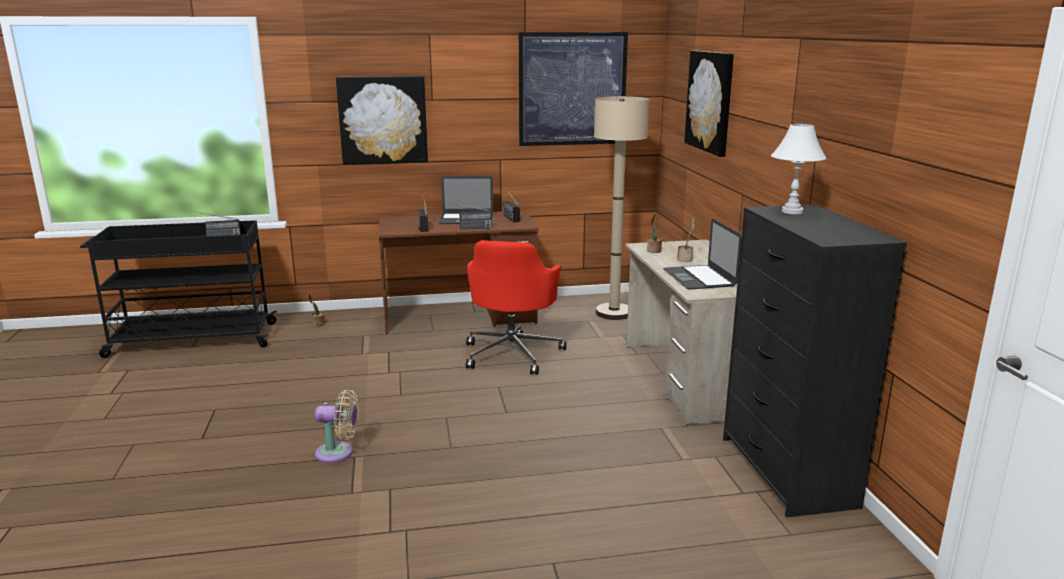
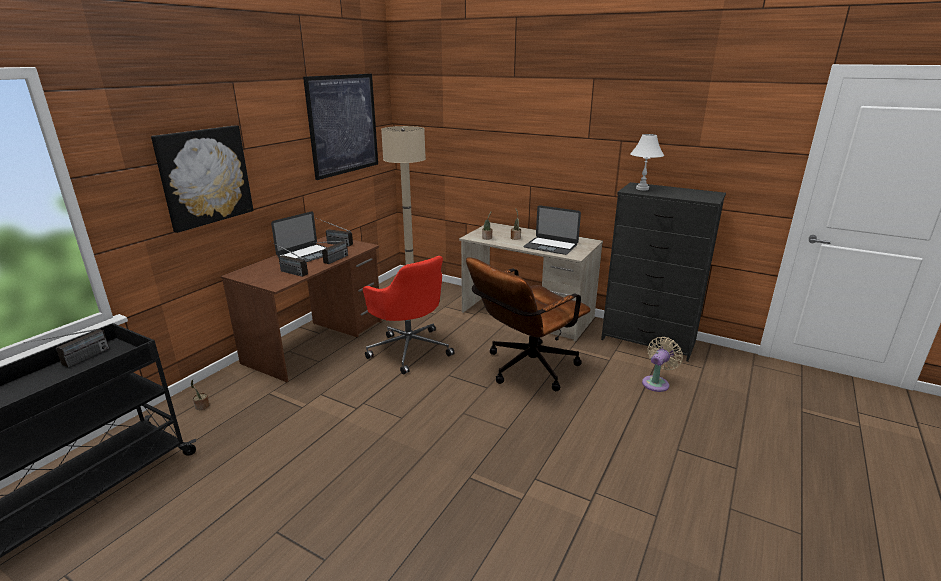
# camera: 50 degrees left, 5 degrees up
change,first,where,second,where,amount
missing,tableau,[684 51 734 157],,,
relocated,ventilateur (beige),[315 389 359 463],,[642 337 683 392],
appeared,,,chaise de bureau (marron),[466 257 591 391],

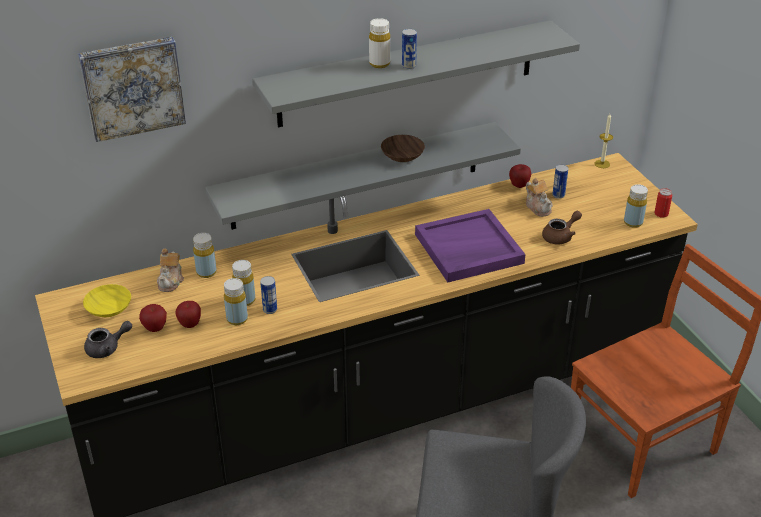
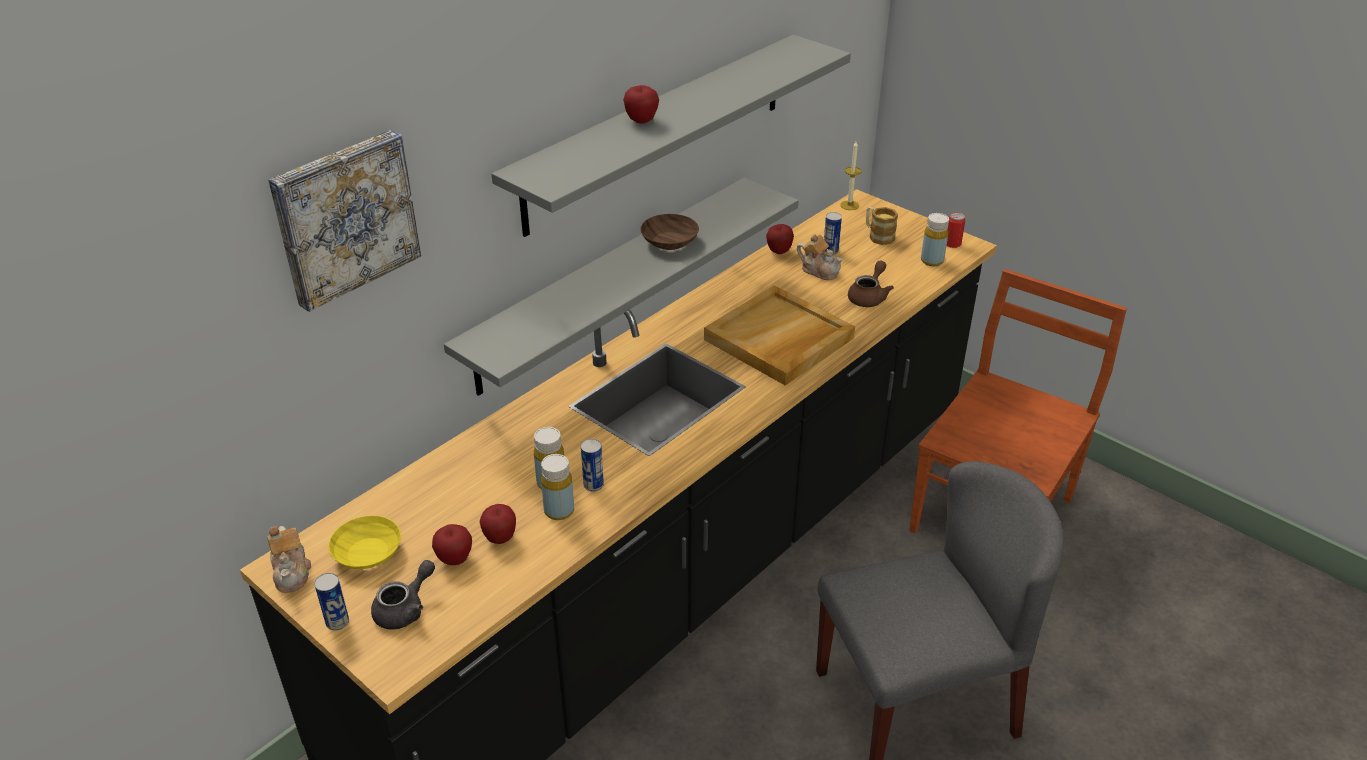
# camera: 25 degrees left, 0 degrees up
change,first,where,second,where,amount
exchanged,bouteille (blanc),[369 18 390 68],pomme,[623 85 659 124],
relocated,boîte métallique,[402 29 417 69],,[314 573 349 631],
colour,plateau (violet),[415 209 526 282],plateau (beige),[704 285 855 385],
missing,bouteille (jaune),[193 233 216 278],,,
relocated,théière,[157 248 184 292],,[267 526 311 593],
appeared,,,mug,[866 207 898 245],

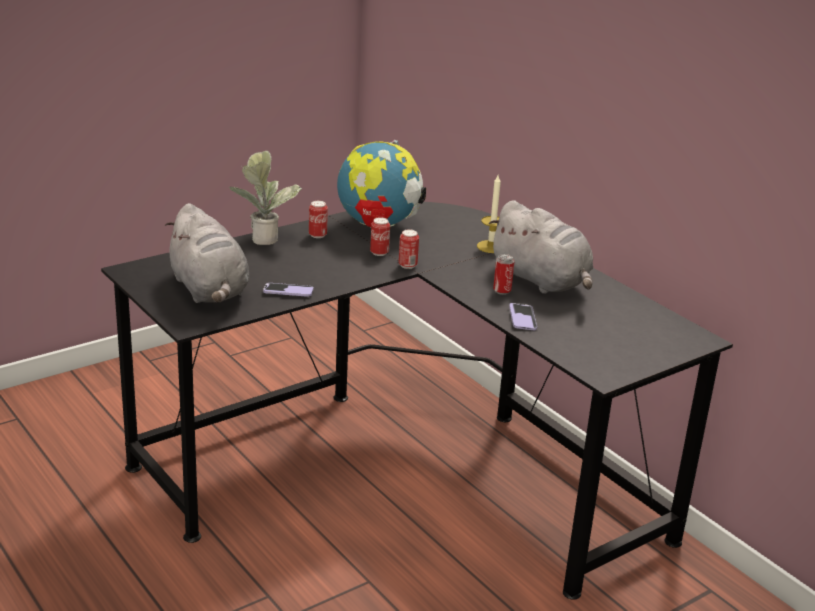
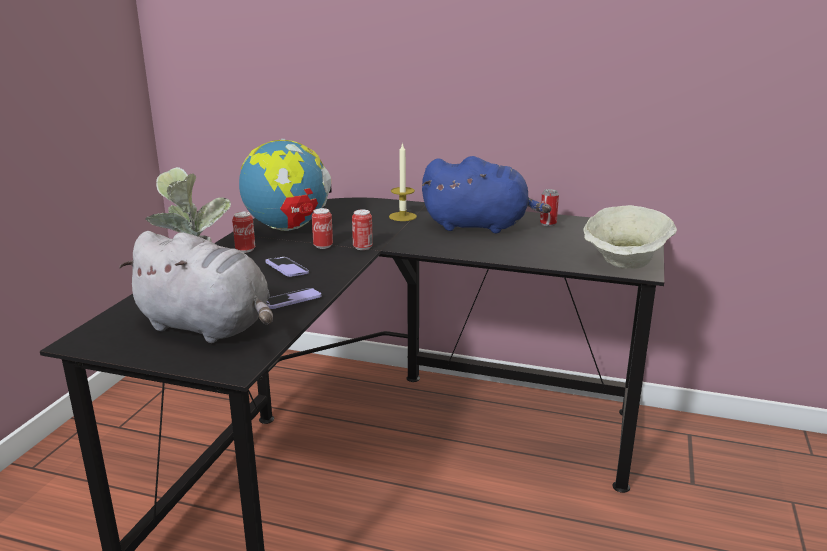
# camera: 35 degrees left, 5 degrees down
change,first,where,second,where,amount
colour,peluche (gris),[489 200 593 294],peluche (bleu),[422 156 551 233],
relocated,boîte métallique,[493 254 514 295],,[540 189 559 226],
relocated,téléphone,[509 303 537 330],,[265 257 309 277],
appeared,,,bol (beige),[583 205 677 269],

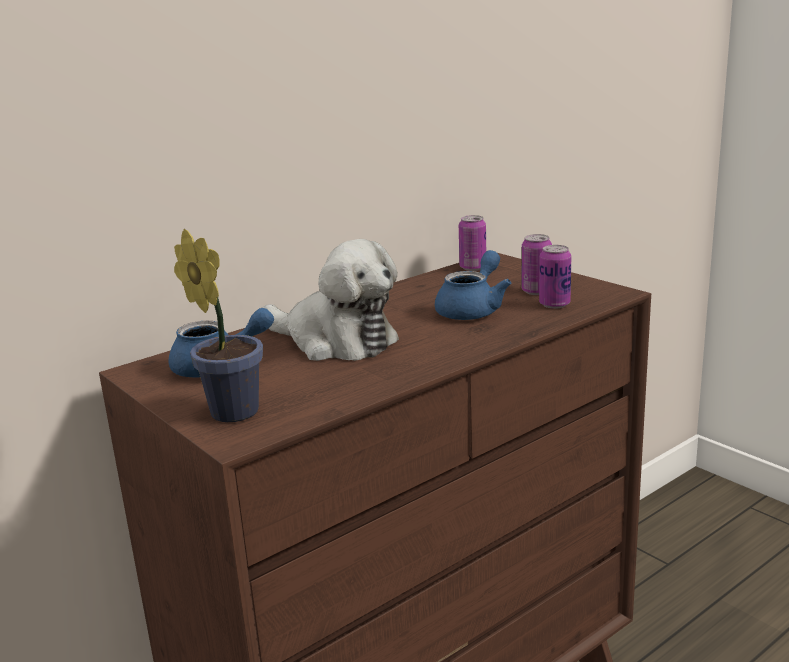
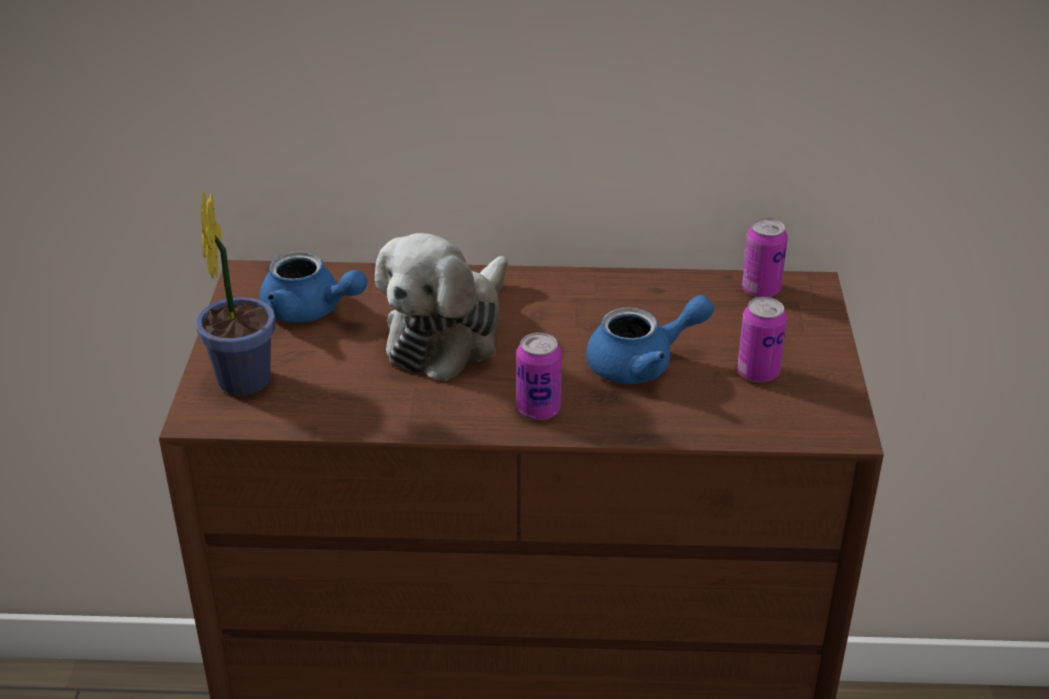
# camera: 40 degrees right, 15 degrees up
change,first,where,second,where,amount
spun,peluche,[263 239 399 361],,[375 233 508 381],45 degrees clockwise
relocated,boîte métallique,[539 245 571 309],,[516 332 562 420],

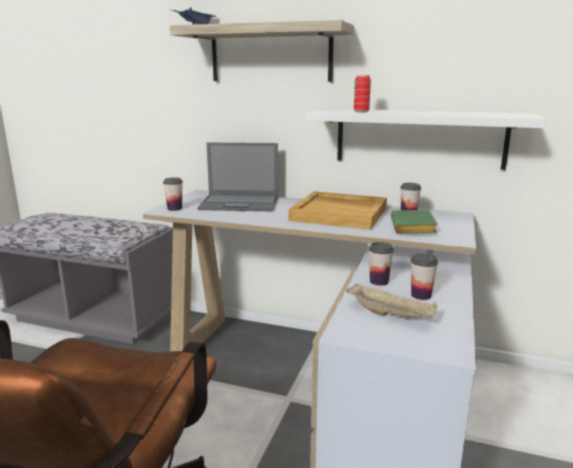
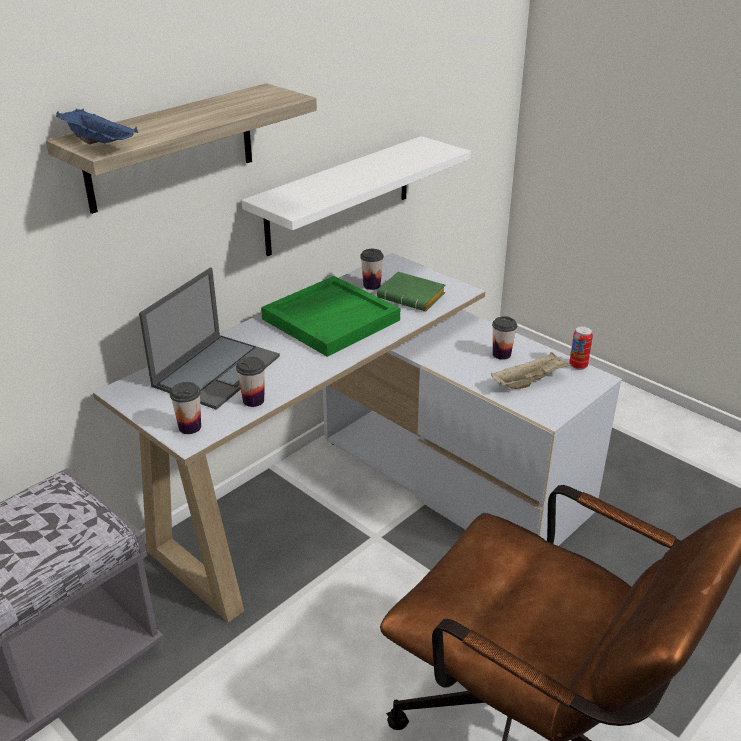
# camera: 65 degrees left, 15 degrees up
change,first,where,second,where,amount
relocated,boîte métallique,[354 75 371 113],,[569 326 593 370],
colour,plateau (beige),[289 191 387 230],plateau (vert),[261 276 400 357],
relocated,tasse,[369 242 394 286],,[236 357 265 407],

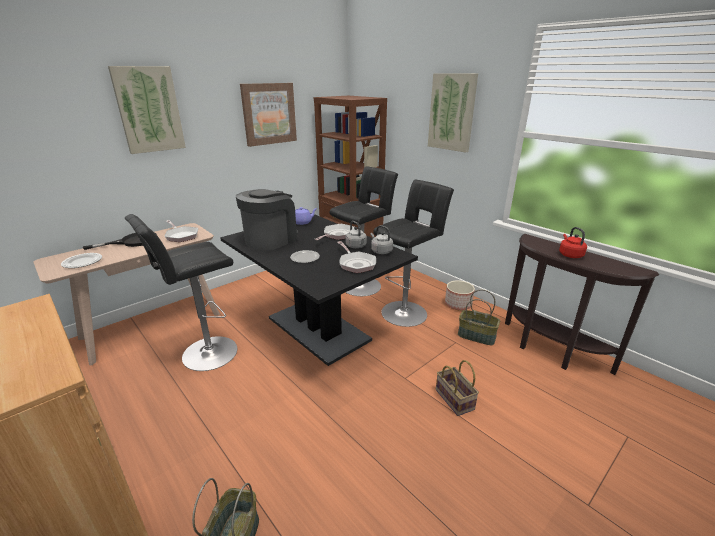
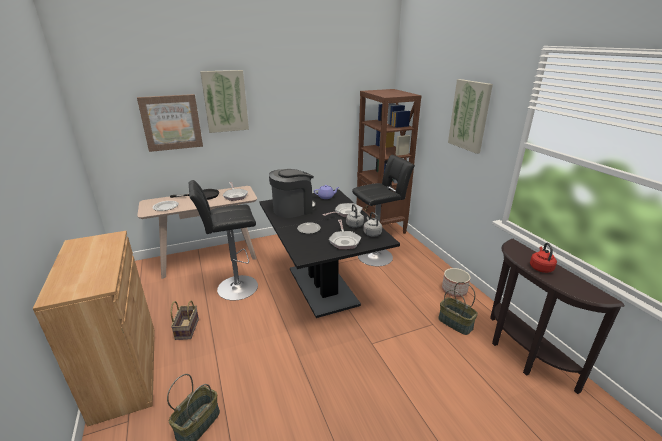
# camera: 20 degrees right, 0 degrees up
change,first,where,second,where,amount
relocated,tableau,[240 83 297 147],,[137 94 203 152],
missing,tabouret (noir),[373 180 454 327],,,
relocated,panier,[436 360 479 416],,[171 301 199 340],

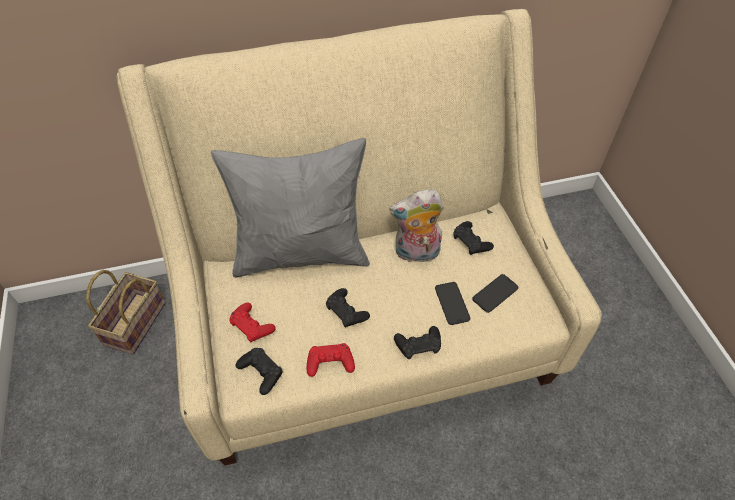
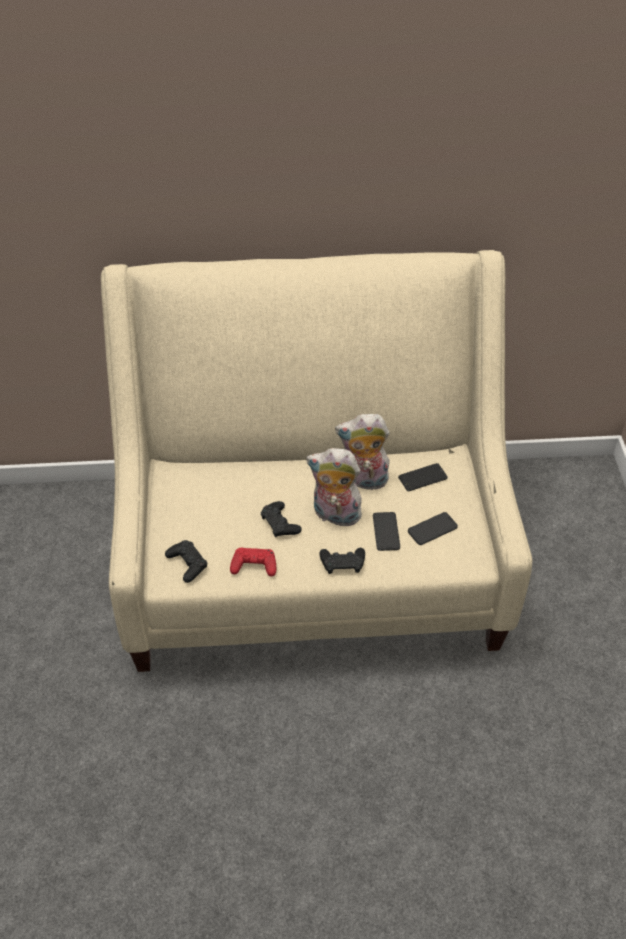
# camera: 10 degrees right, 5 degrees down
change,first,where,second,where,amount
missing,coussin (gris),[211 138 370 278],,,
exchanged,manette (noir),[453 221 494 255],téléphone,[398 463 448 491],
missing,panier,[86 270 166 355],,,
missing,manette (rouge),[229 303 275 342],,,
appeared,,,peluche,[306 448 364 526],

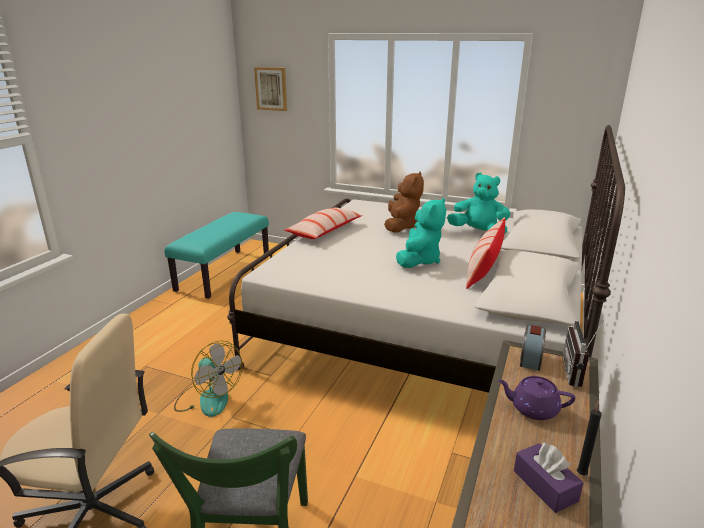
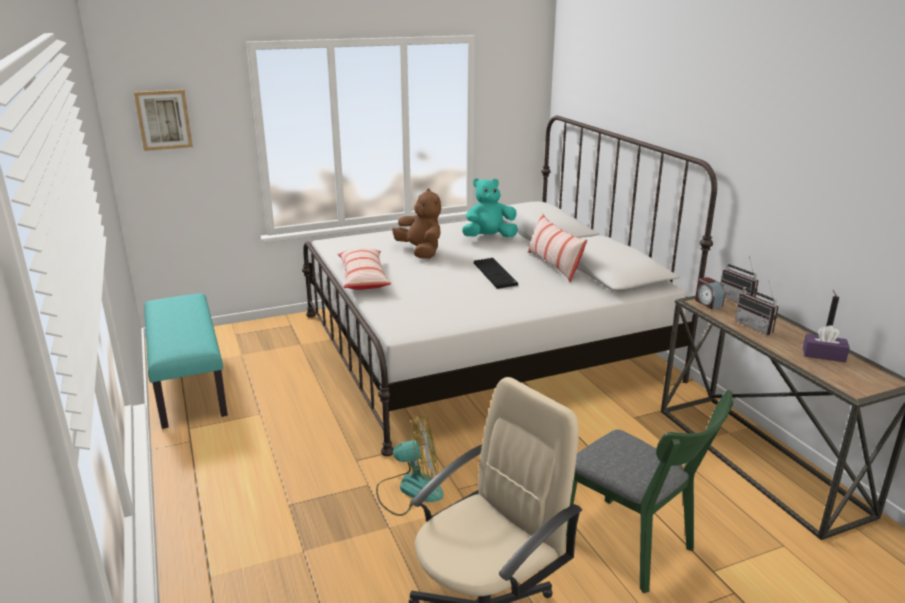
# camera: 45 degrees left, 0 degrees up
change,first,where,second,where,amount
exchanged,peluche (turquoise),[396 198 446 268],clavier,[474 258 518 289],
exchanged,théière (violet),[497 376 575 420],radio,[735 279 779 335],

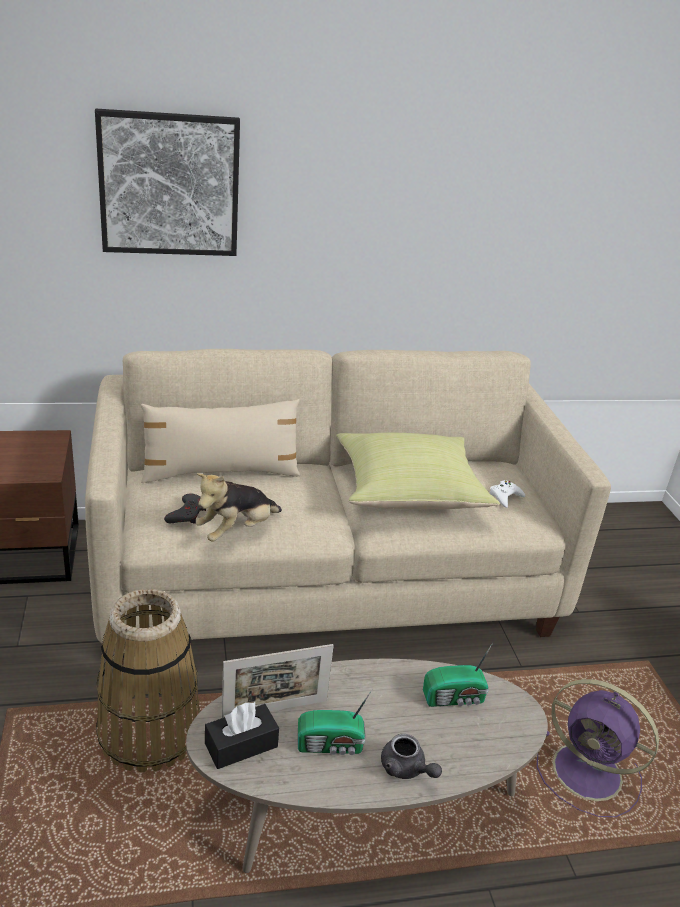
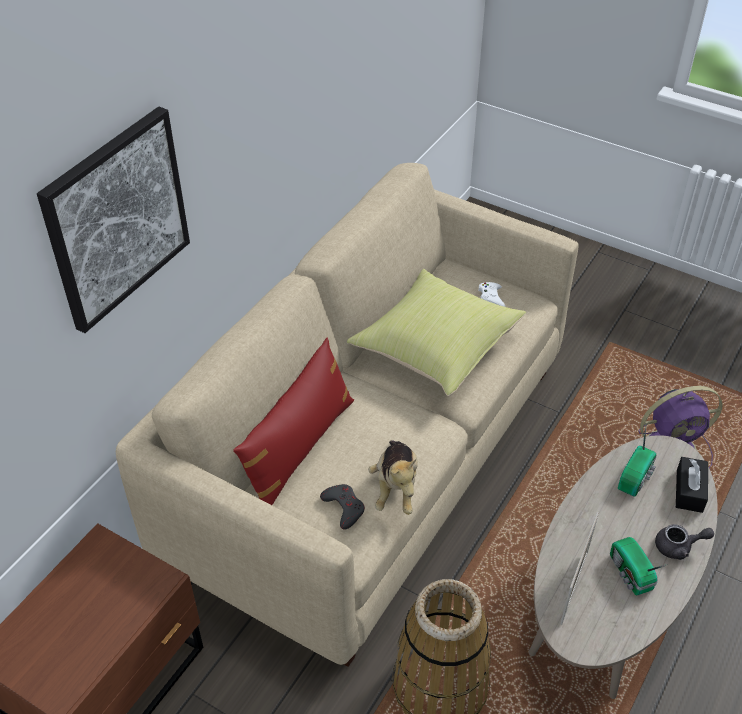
# camera: 45 degrees left, 15 degrees up
change,first,where,second,where,amount
colour,coussin (beige),[141 399 301 483],coussin (rouge),[233 338 354 505],
spun,radio,[298 689 373 755],,[610 537 668 595],120 degrees clockwise
relocated,boîte à mouchoirs (noir),[205 702 279 769],,[676 457 708 513],

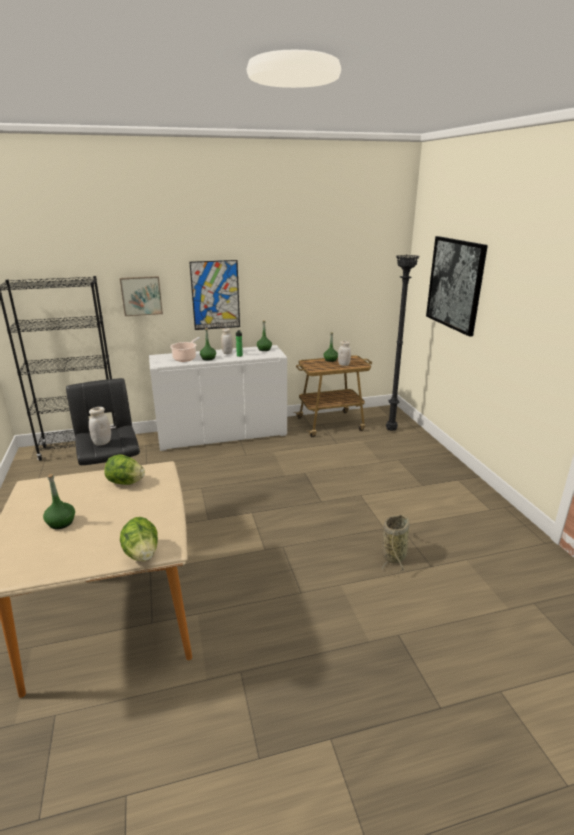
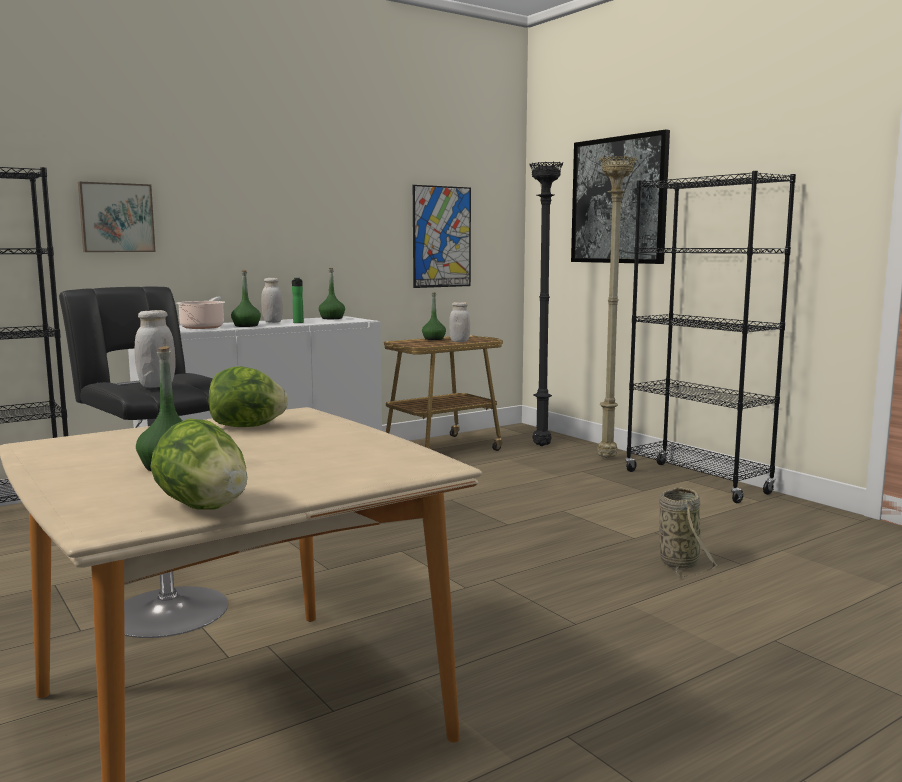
# camera: 20 degrees left, 15 degrees down
change,first,where,second,where,amount
relocated,tableau,[189 260 240 330],,[413 185 471 288],
relocated,laitue,[120 517 158 562],,[150 418 248 510],
appeared,,,lampadaire (beige),[597 156 637 459],
appeared,,,bibliothèque (noir),[625 171 796 503],

